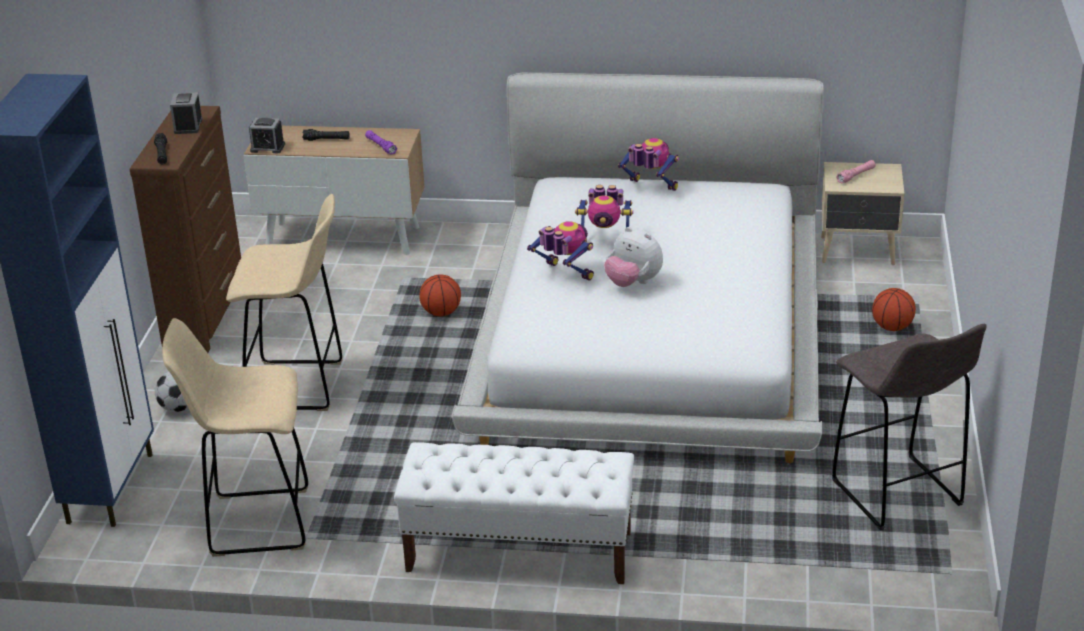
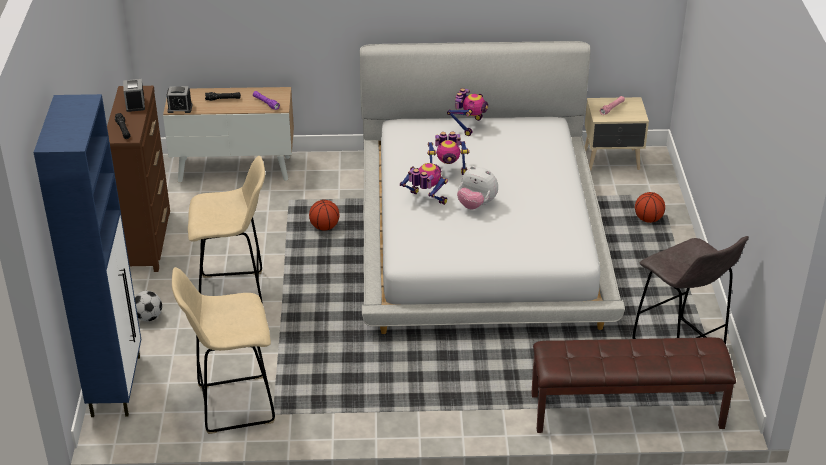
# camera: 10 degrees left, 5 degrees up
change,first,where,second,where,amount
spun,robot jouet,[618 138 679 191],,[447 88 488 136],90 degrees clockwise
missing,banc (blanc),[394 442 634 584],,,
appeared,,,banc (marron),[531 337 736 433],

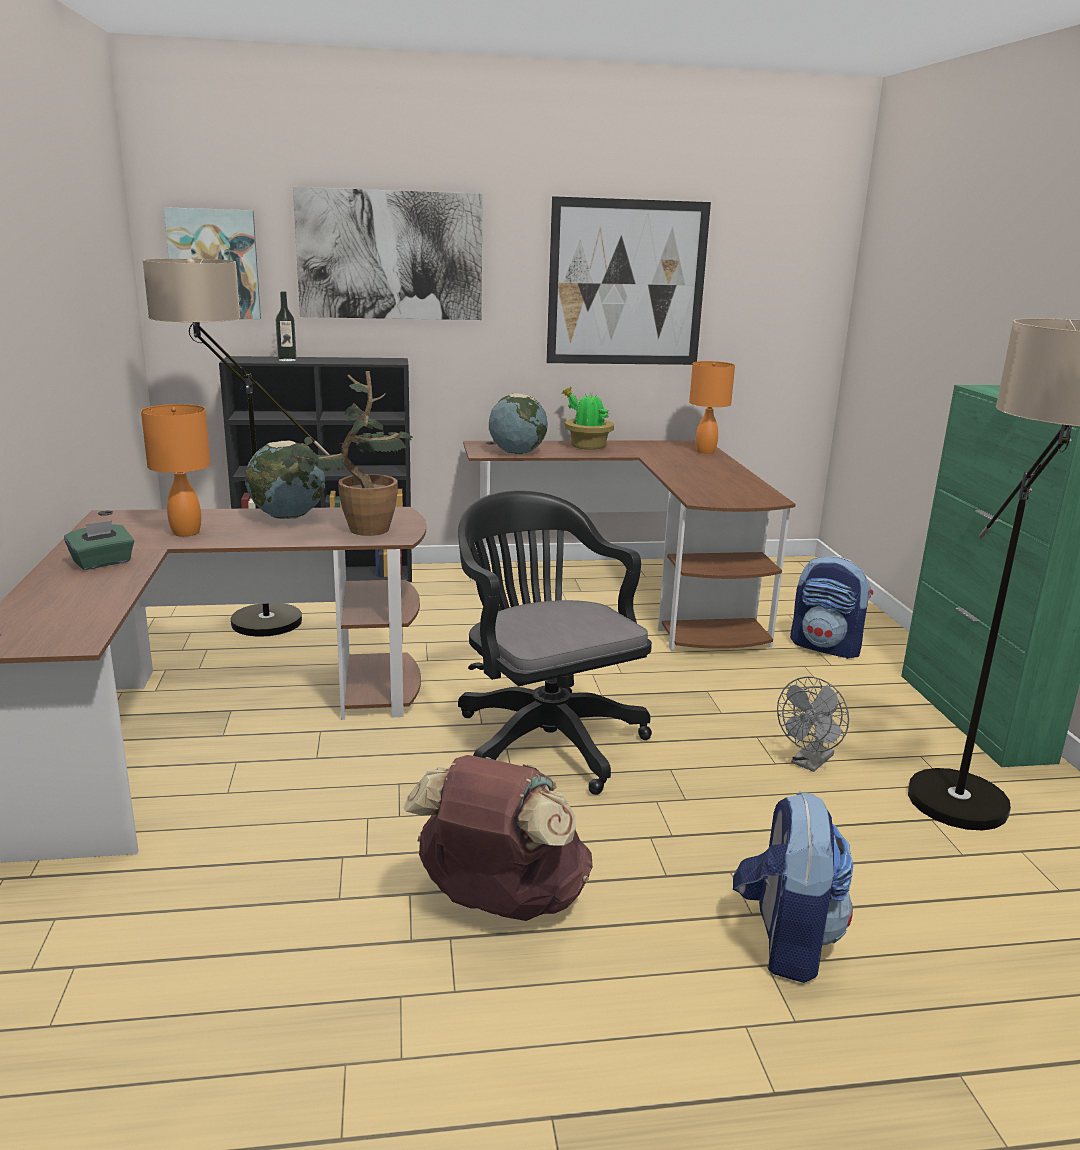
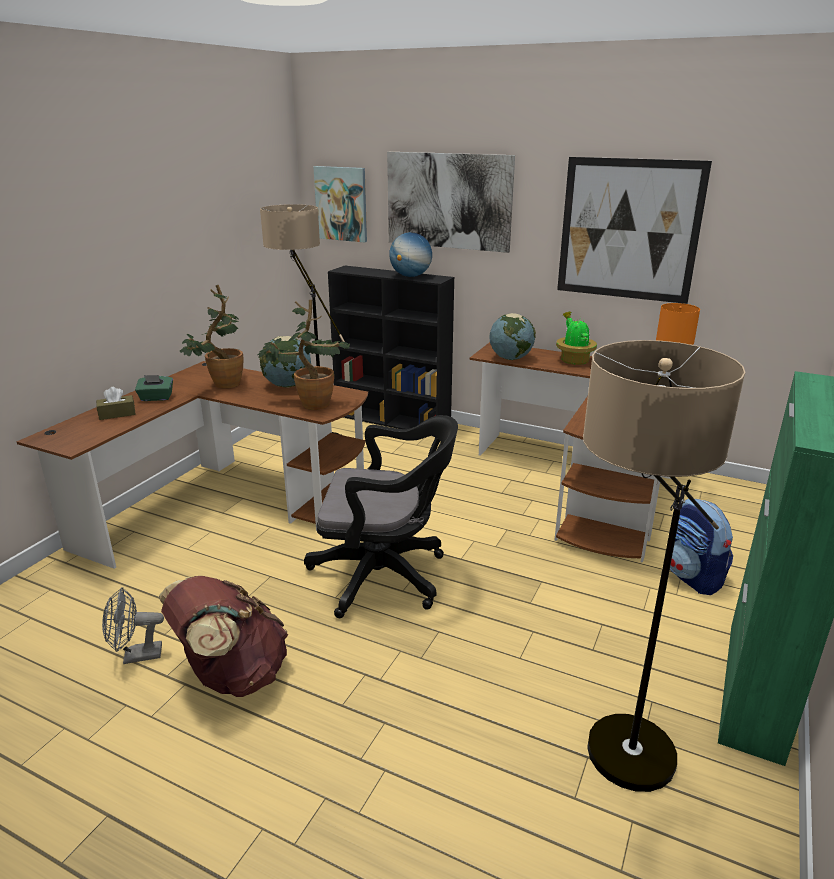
# camera: 35 degrees right, 5 degrees up
change,first,where,second,where,amount
missing,bouteille,[276 291 297 362],,,
exchanged,lampe de table (orange),[141 404 211 537],plante en pot,[179 285 244 389],
spun,chaise de bureau (noir),[458 490 652 795],,[304 415 458 618],90 degrees clockwise
relocated,ventilateur (gris),[777 676 849 772],,[102 587 164 664],
missing,sac à dos,[733 791 853 983],,,
appeared,,,globe,[389 232 432 277],
appeared,,,boîte à mouchoirs (marron),[96 387 136 420],

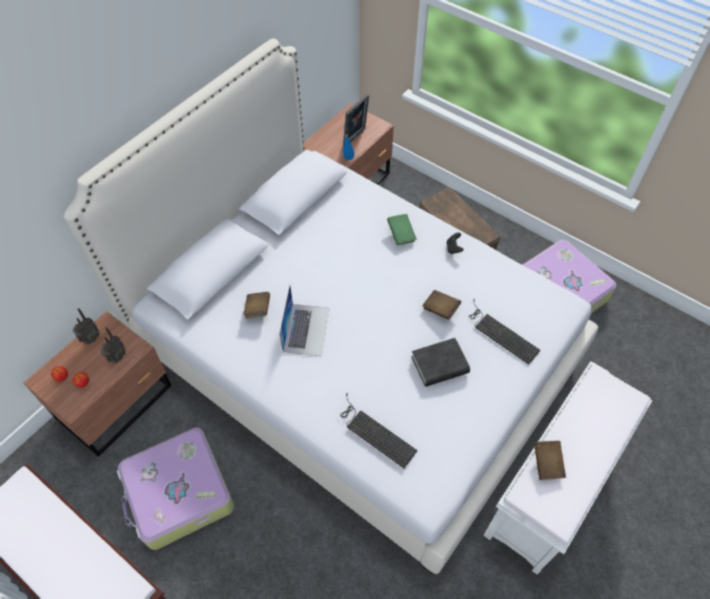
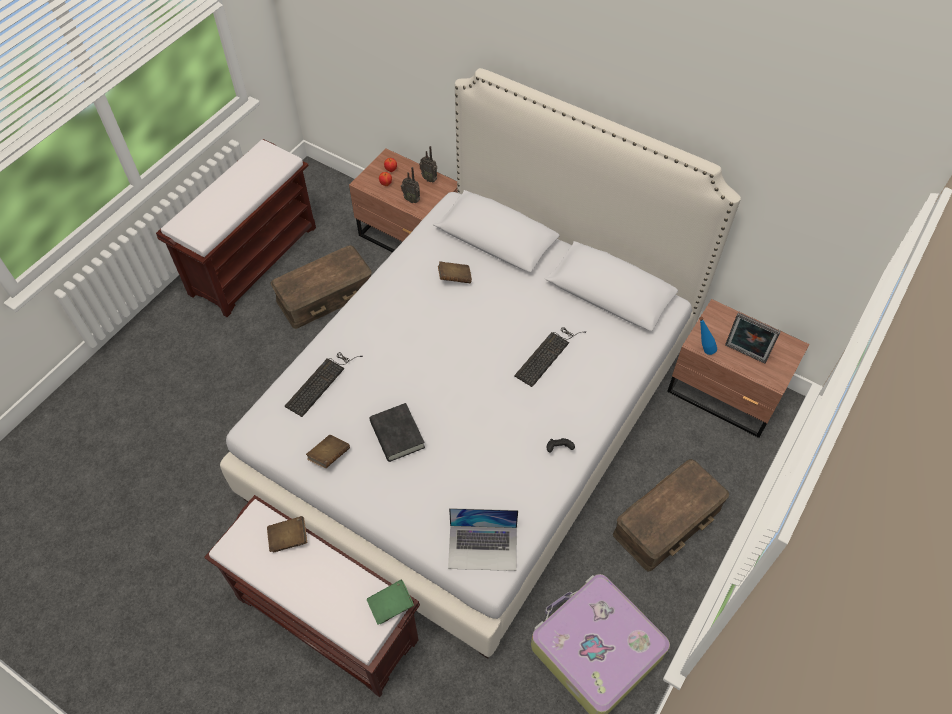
# camera: 85 degrees right, 0 degrees up
change,first,where,second,where,amount
relocated,livre (vert),[387 214 417 245],,[367 580 414 625],
relocated,ordinateur portable,[279 285 330 356],,[448 508 518 571],
relocated,livre (marron),[422 290 461 320],,[306 435 350 468],
relocated,clavier,[468 299 541 365],,[514 327 586 387],
colour,banc (blanc),[483 361 652 574],banc (marron),[204 495 420 697],
exchanged,valise,[117 428 234 550],boîte de rangement (marron),[271 245 372 329],

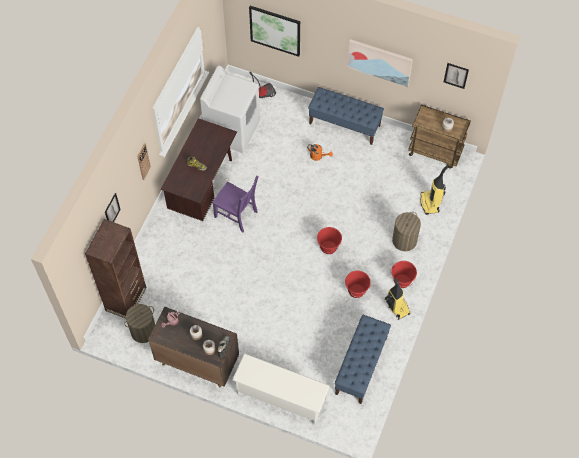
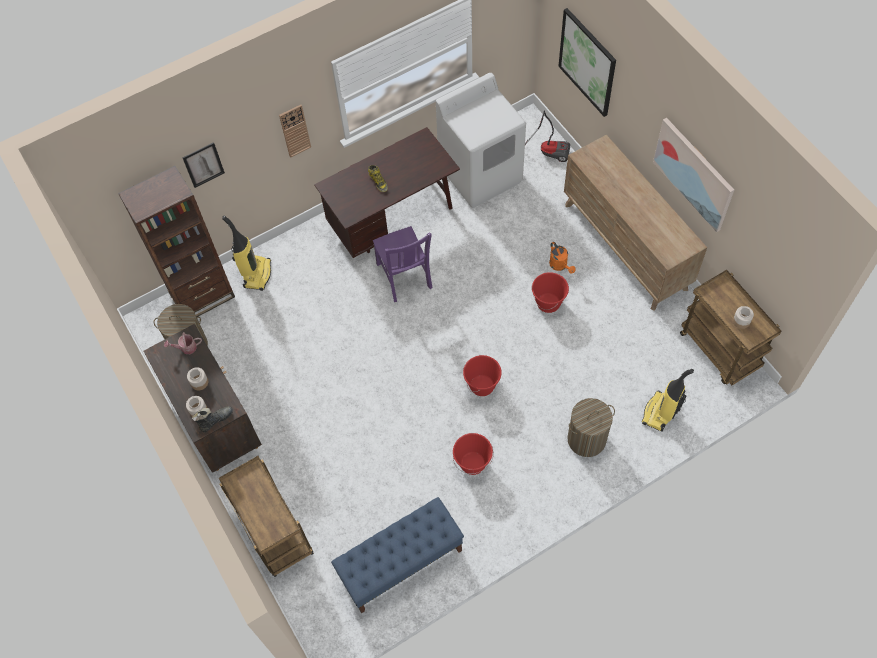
# camera: 40 degrees right, 0 degrees up
change,first,where,second,where,amount
missing,tableau,[444 63 469 89],,,
exchanged,banc (bleu),[308 87 384 145],commode (marron),[564 135 707 311],
relocated,seau (rouge),[391 261 417 288],,[532 272 569 313],
relocated,aspirateur,[385 279 411 320],,[222 216 271 291],
exchanged,étagère à chaussures (blanc),[232 353 330 425],chariot (marron),[219 456 314 577],

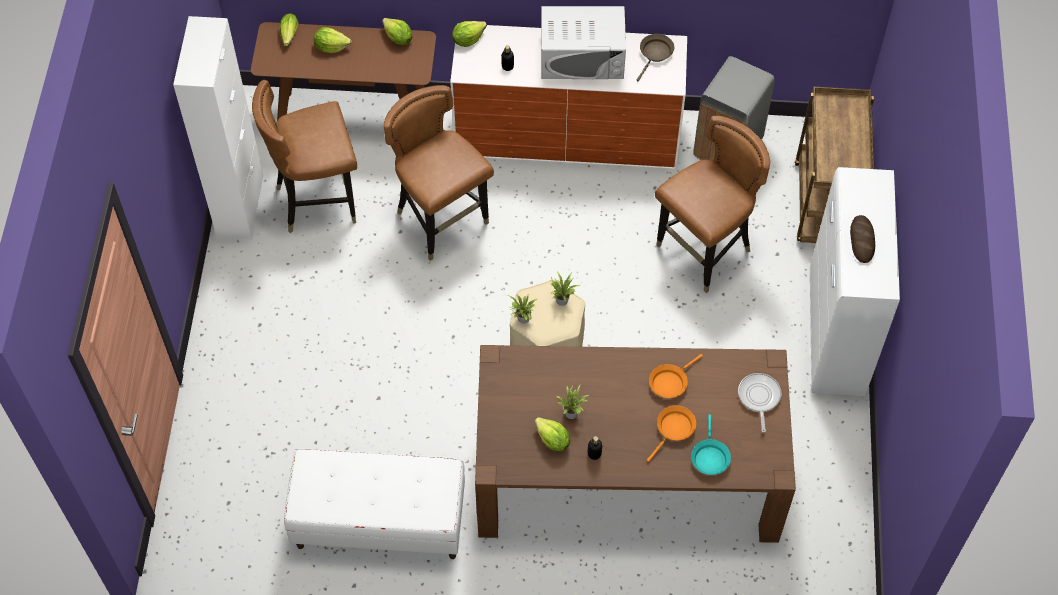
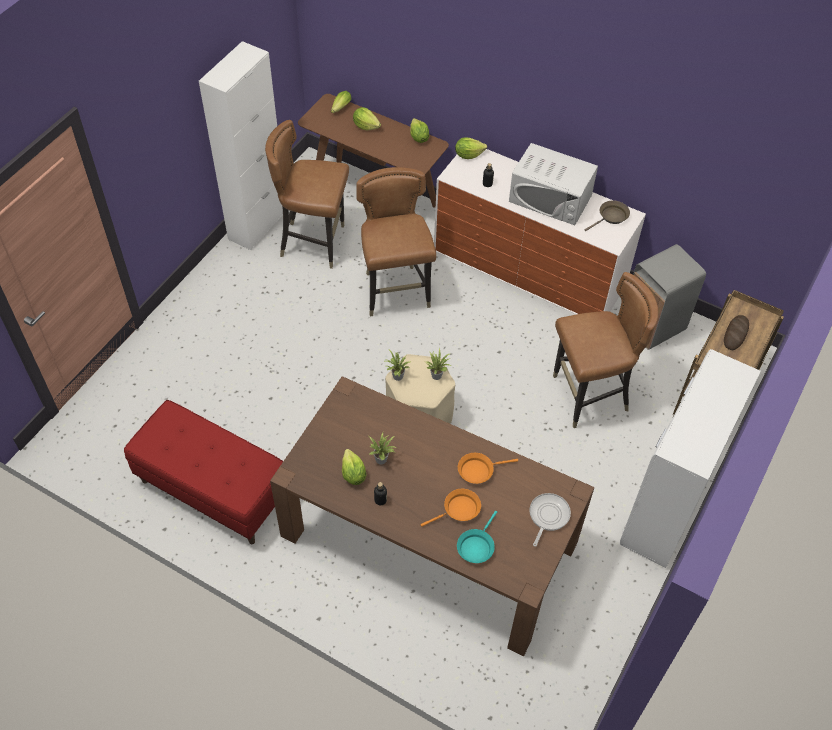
# camera: 25 degrees right, 5 degrees down
change,first,where,second,where,amount
relocated,pain,[850 215 875 263],,[724 315 749 350],
colour,banc (blanc),[284 449 465 559],banc (rouge),[124 400 283 544],

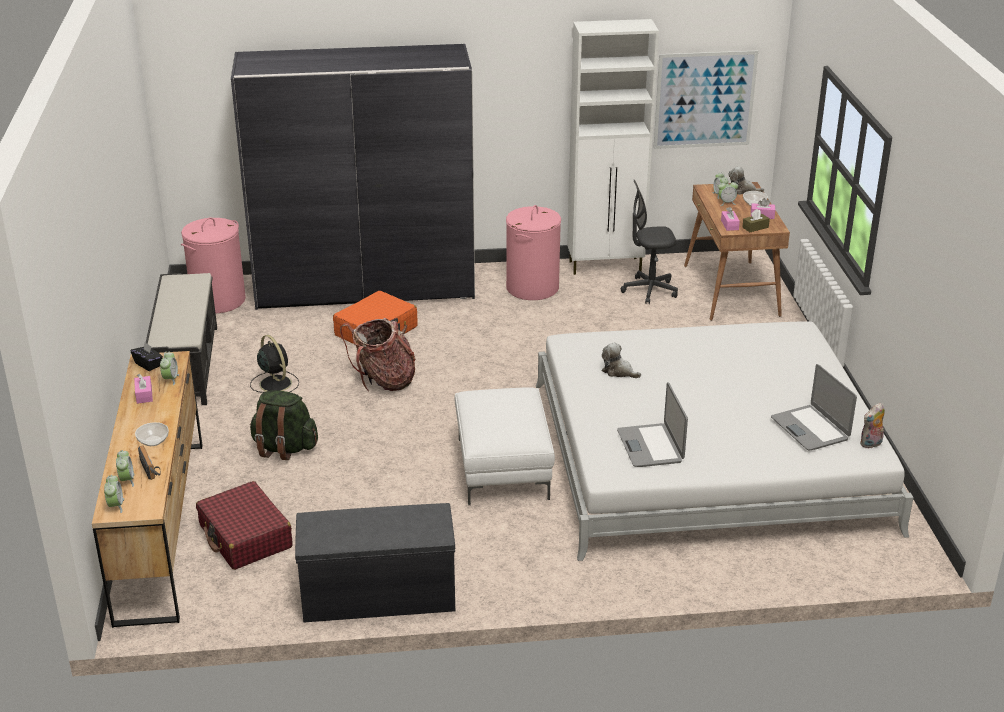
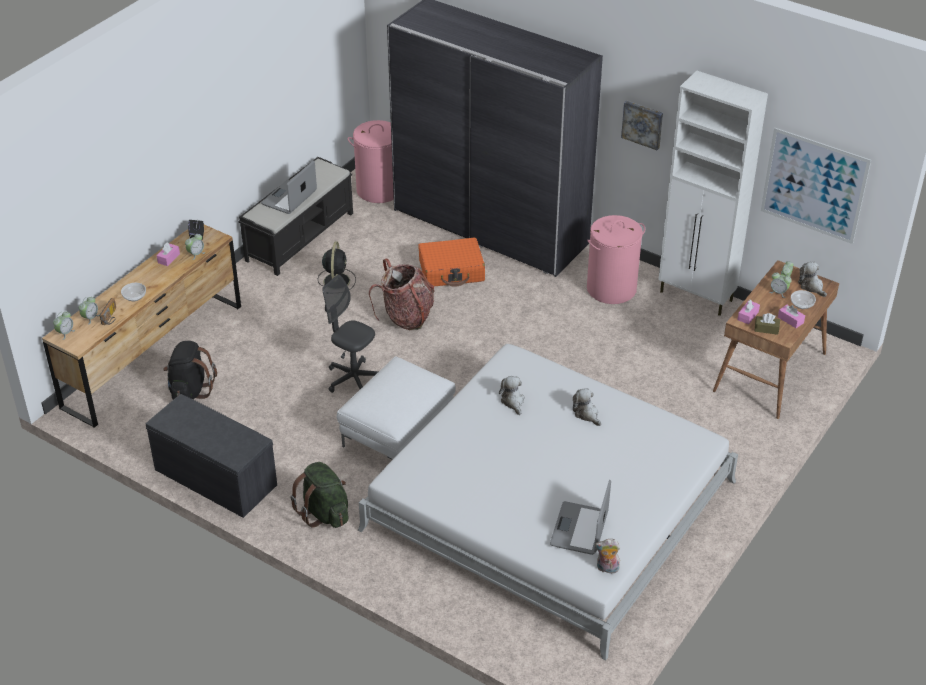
# camera: 40 degrees right, 10 degrees up
change,first,where,second,where,amount
relocated,chaise de bureau (gris),[621 179 678 304],,[322 275 379 393],
relocated,ordinateur portable,[617 382 688 467],,[261 160 317 214],
relocated,sac à dos (vert),[250 391 318 460],,[290 462 349 528],
exchanged,valise (rouge),[196 481 293 570],sac à dos (noir),[163 341 217 400],
appeared,,,tableau,[621 100 663 150],
appeared,,,peluche,[573 388 601 426],

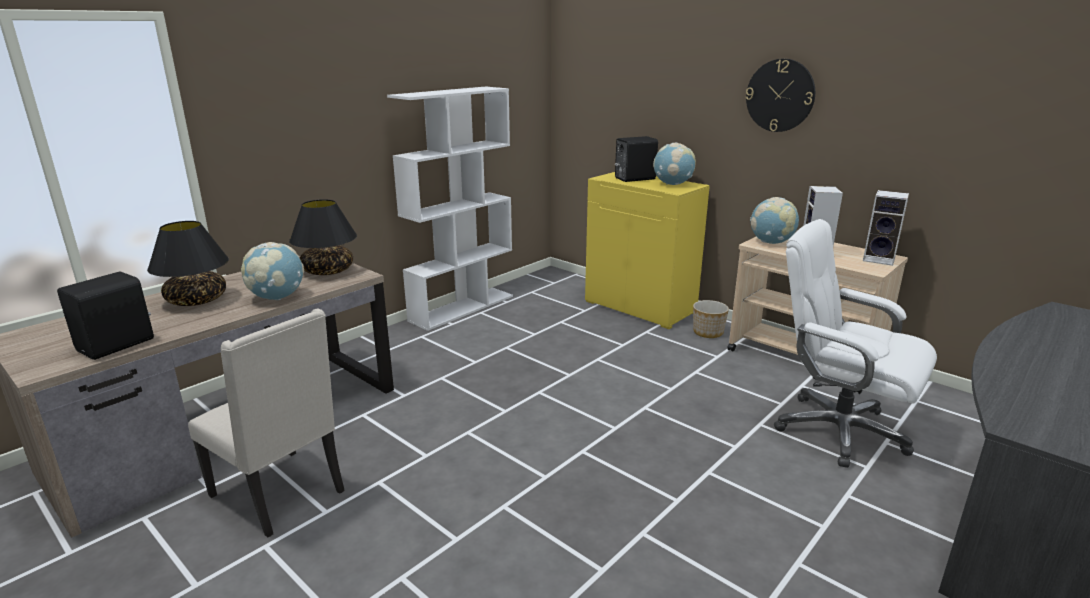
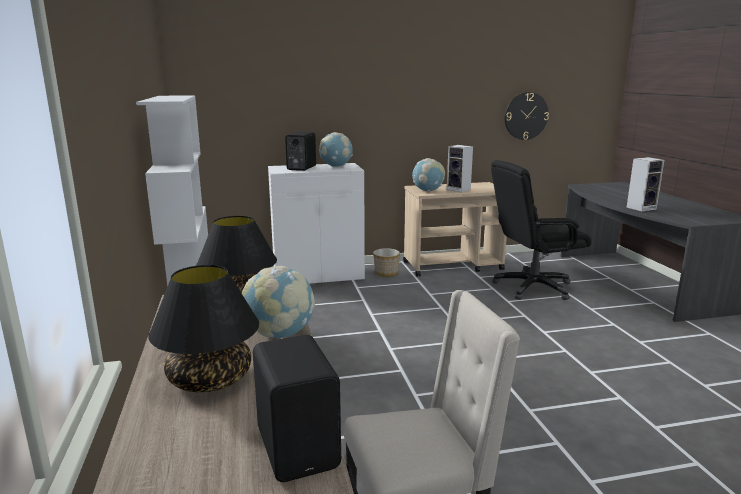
# camera: 55 degrees left, 5 degrees down
change,first,where,second,where,amount
relocated,horloge murale,[746 59 815 132],,[505 92 549 140],
colour,meuble de rangement (jaune),[585 172 710 329],meuble de rangement (blanc),[268 163 365 284],
relocated,enceinte,[863 190 909 266],,[626 157 664 211],
colour,chaise de bureau (blanc),[774 219 937 468],chaise de bureau (noir),[491 160 591 300],

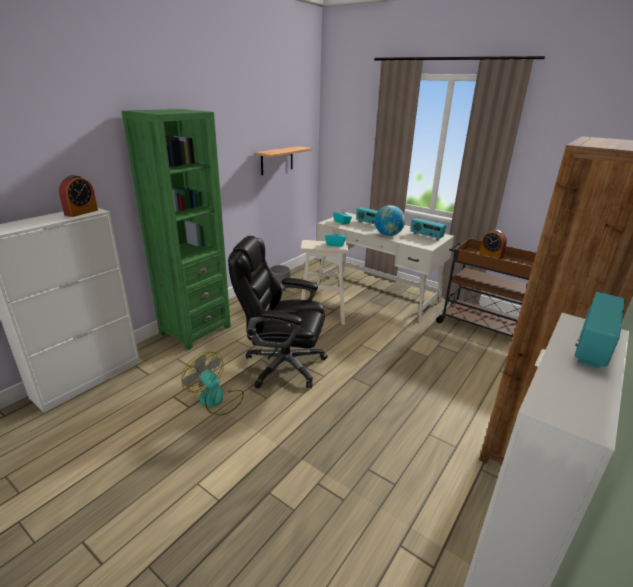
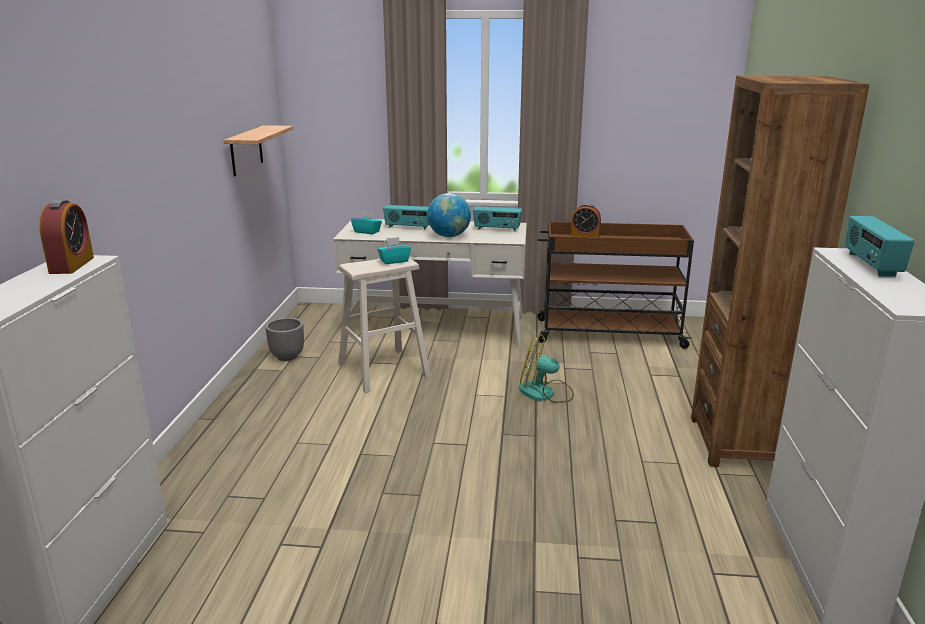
# camera: 30 degrees left, 5 degrees down
change,first,where,second,where,amount
missing,bibliothèque (vert),[122 109 231 350],,,
missing,chaise de bureau (noir),[228 236 328 388],,,
relocated,ventilateur,[181 352 244 415],,[519 334 574 403],

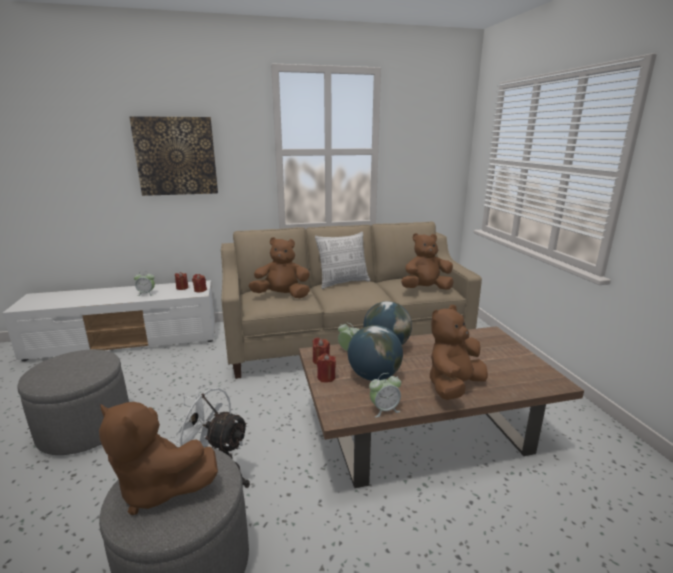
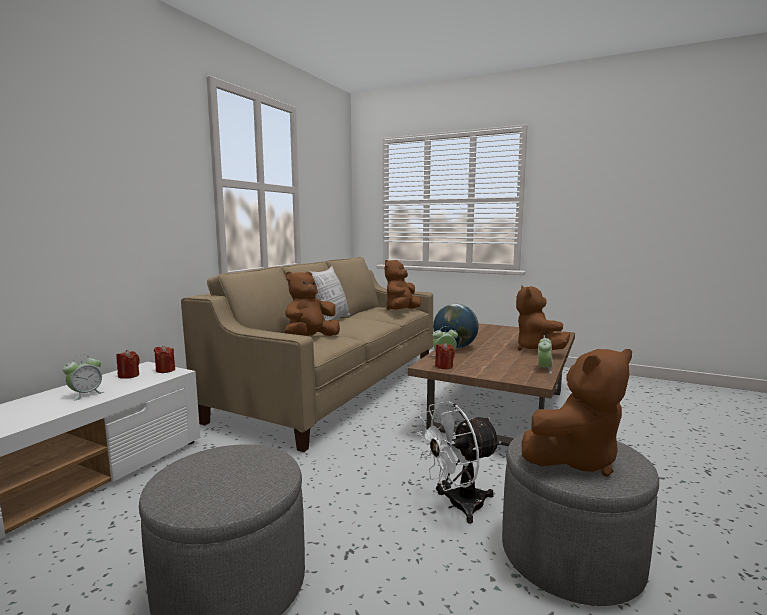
# camera: 50 degrees left, 10 degrees down
change,first,where,second,where,amount
missing,tableau,[129 116 218 196],,,
missing,globe,[348 325 403 381],,,
missing,bougie (rouge),[317 353 336 383],,,

